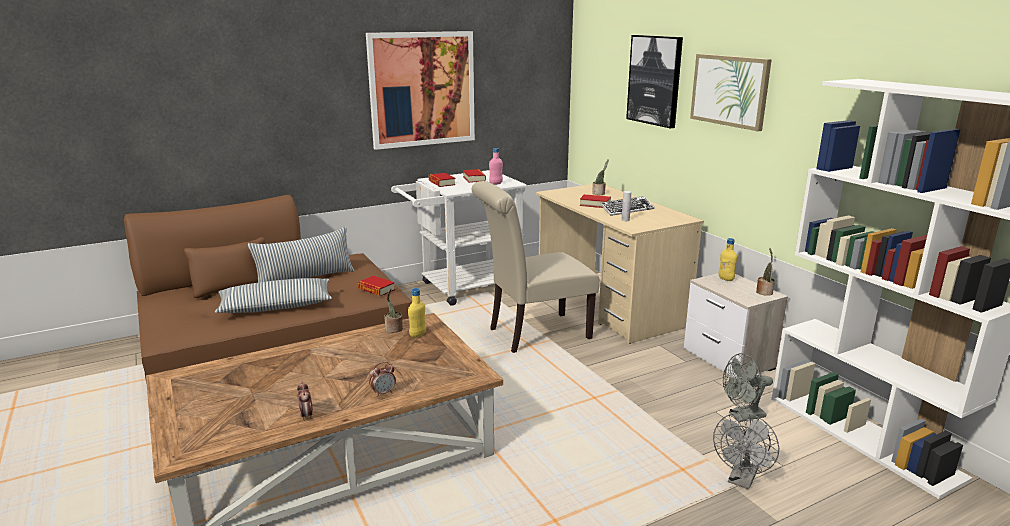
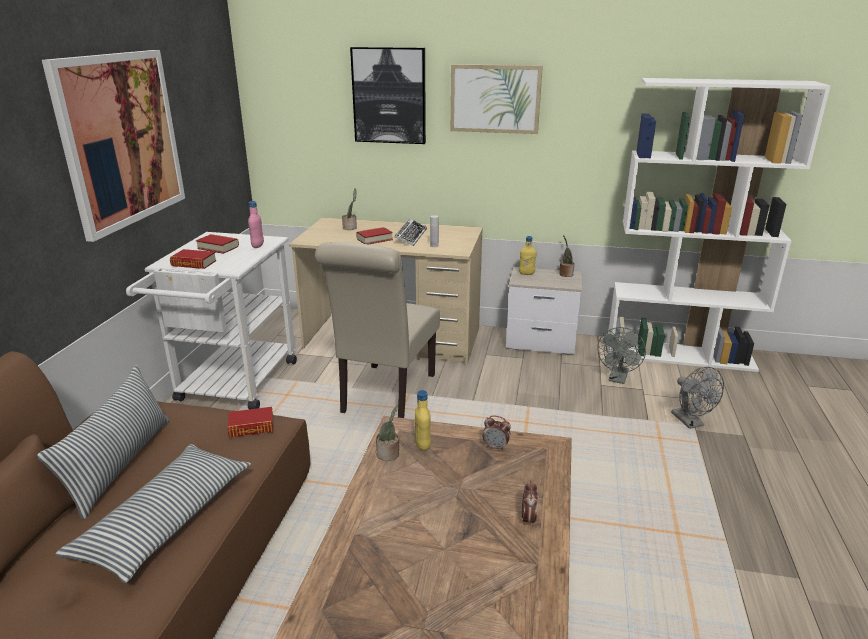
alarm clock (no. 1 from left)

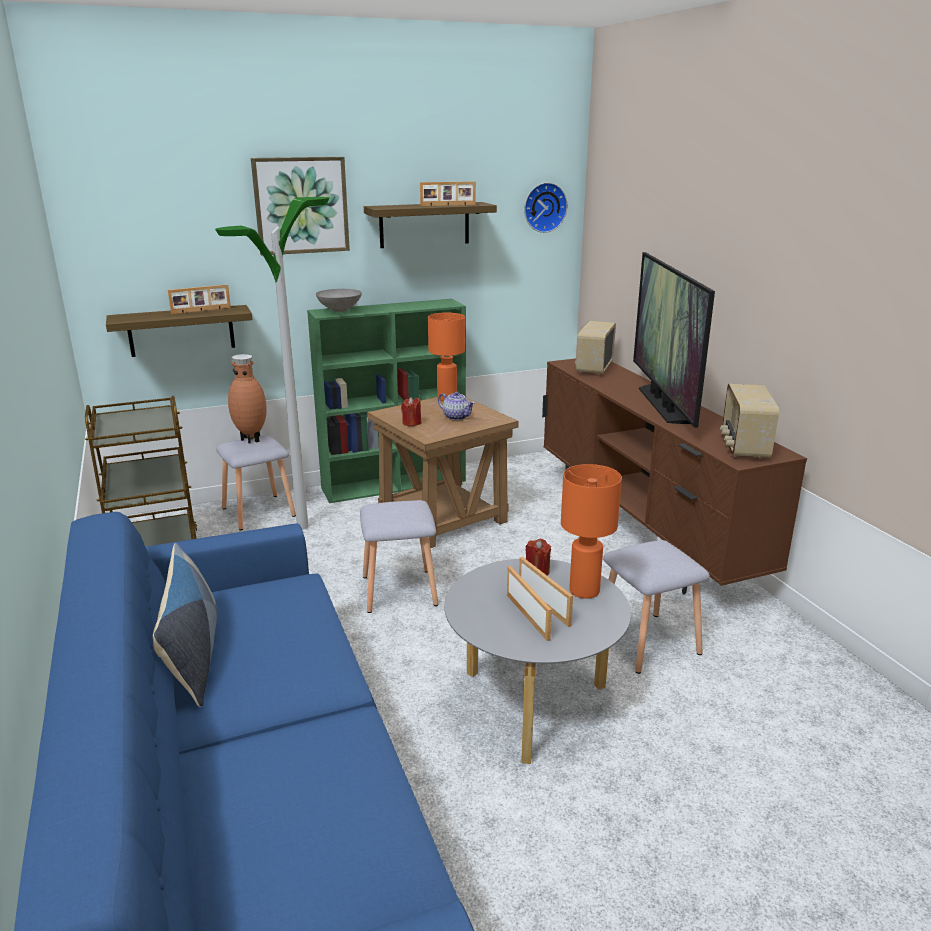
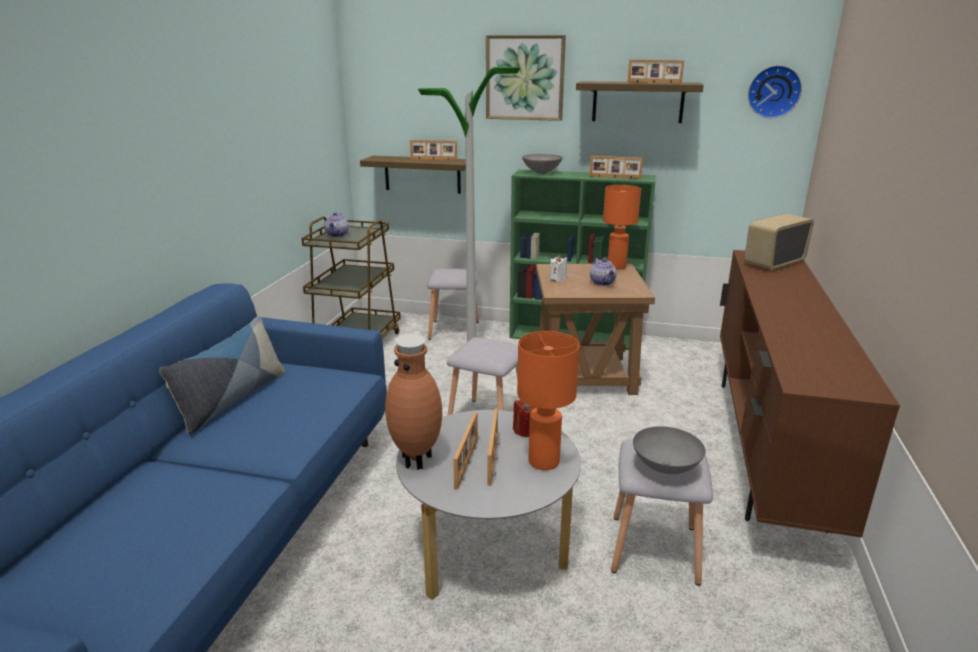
teapot (no. 1 from left)
brown vase
white candle
picture frame (no. 4 from left)
grey bowl (no. 2 from left)
television
radio (no. 2 from left in the first image)

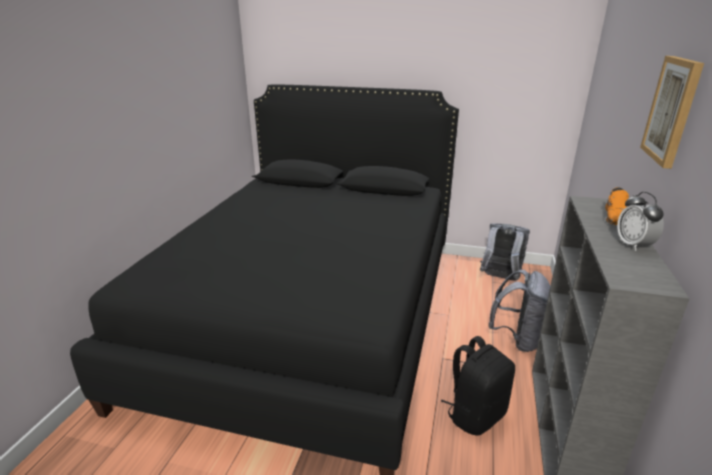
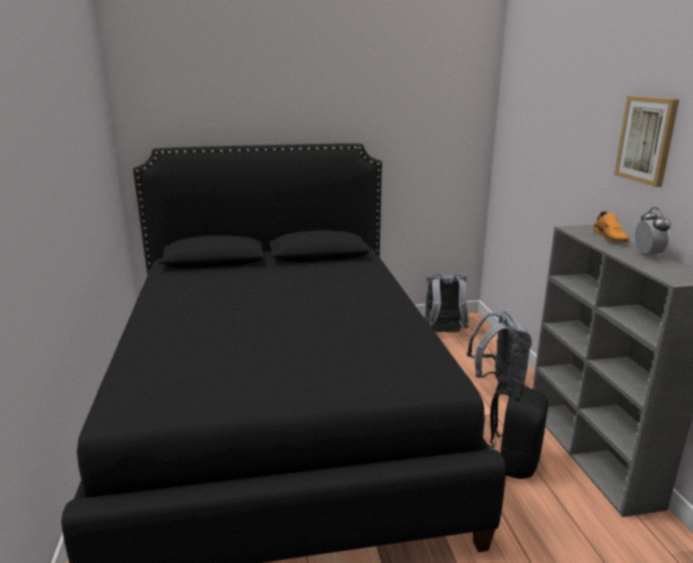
alarm clock

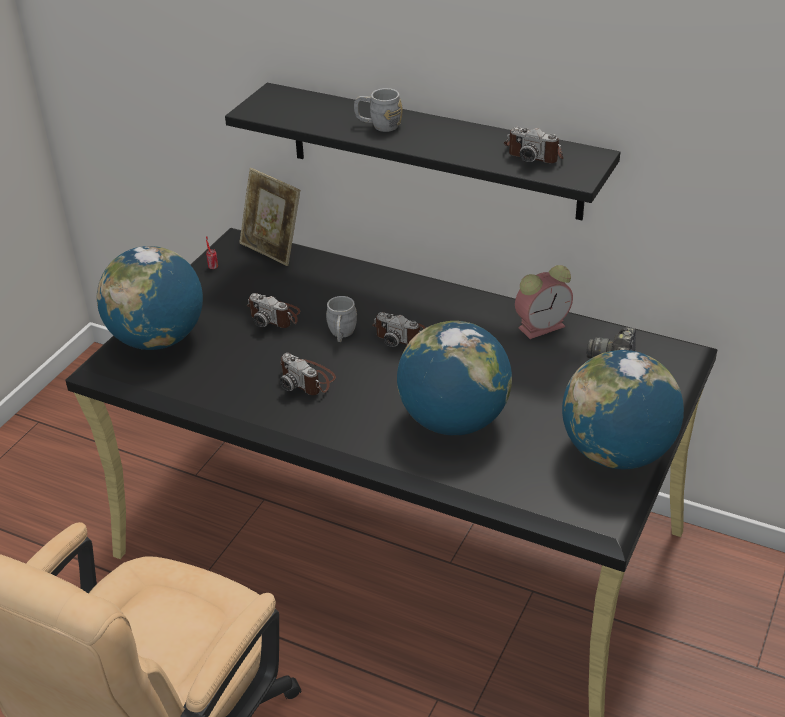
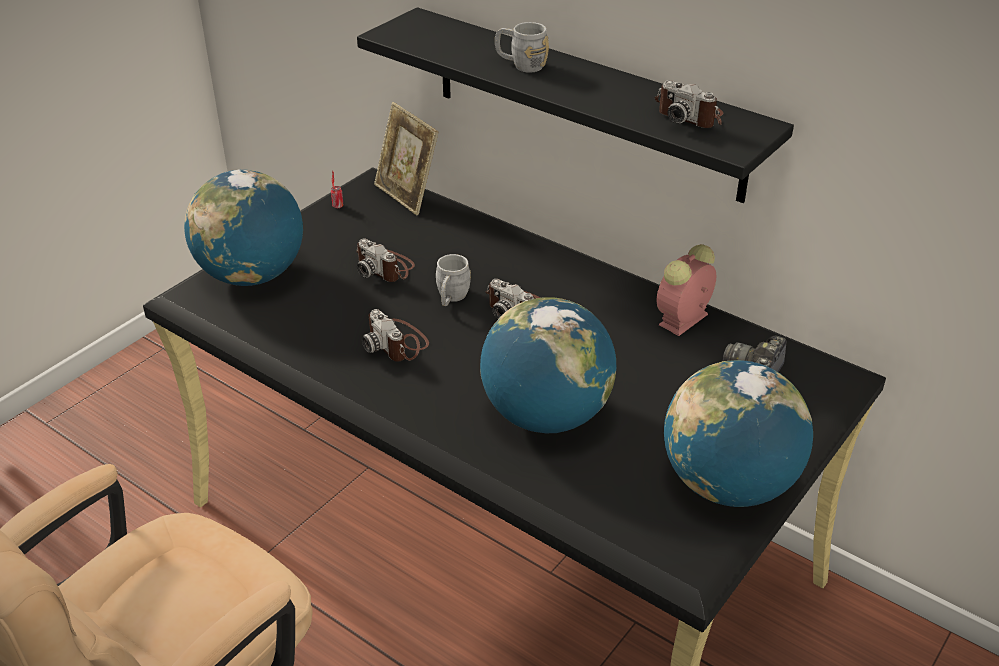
alarm clock

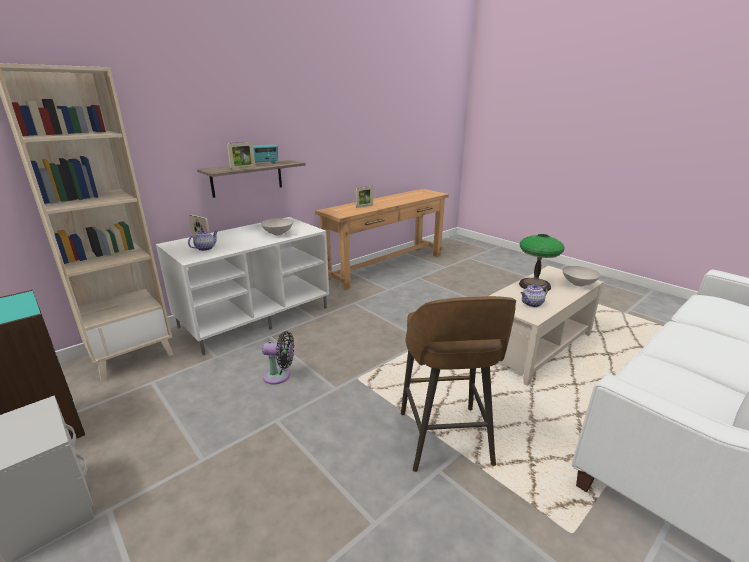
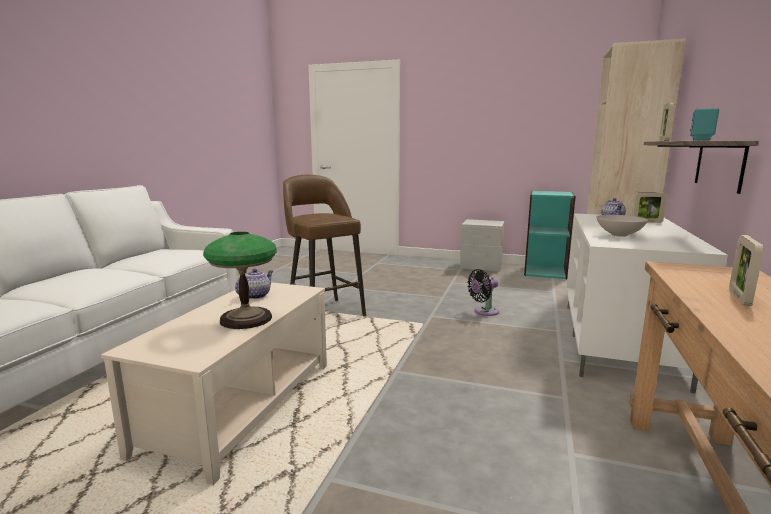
white bowl (no. 2 from left in the first image)

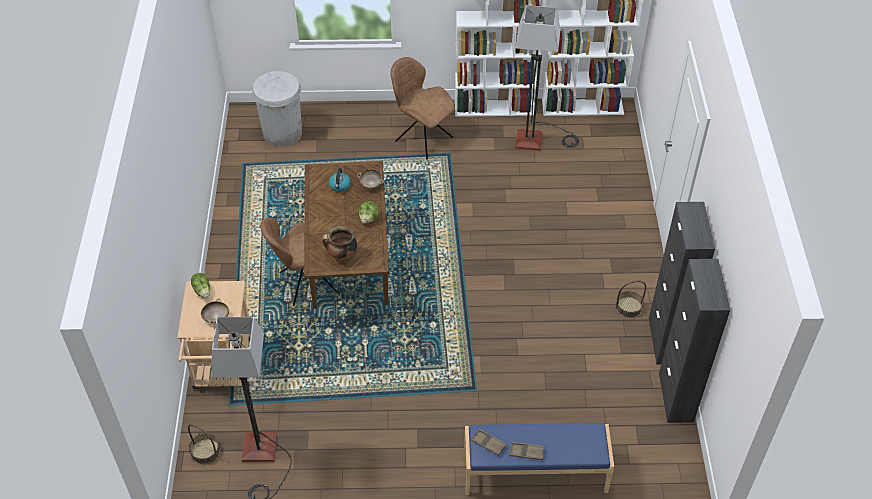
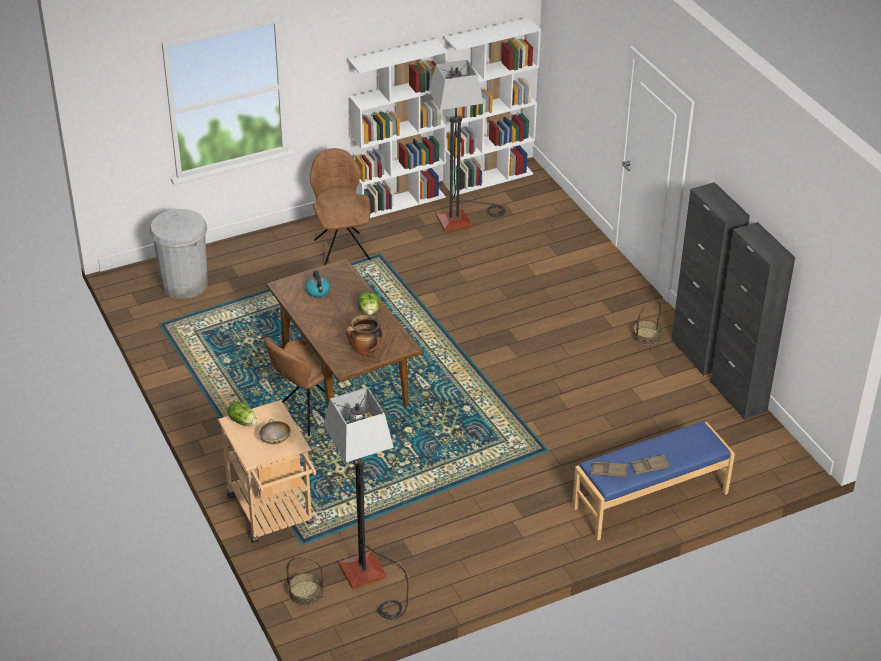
brown chair (no. 2 from left)
beige bowl (no. 2 from left in the first image)

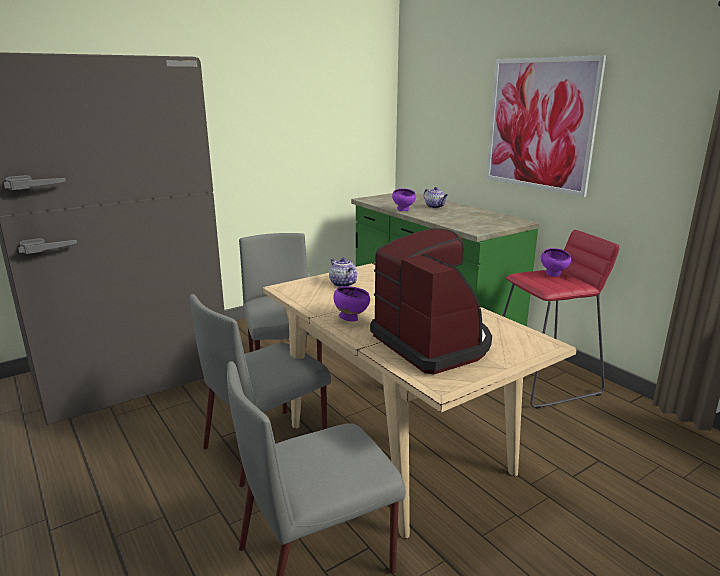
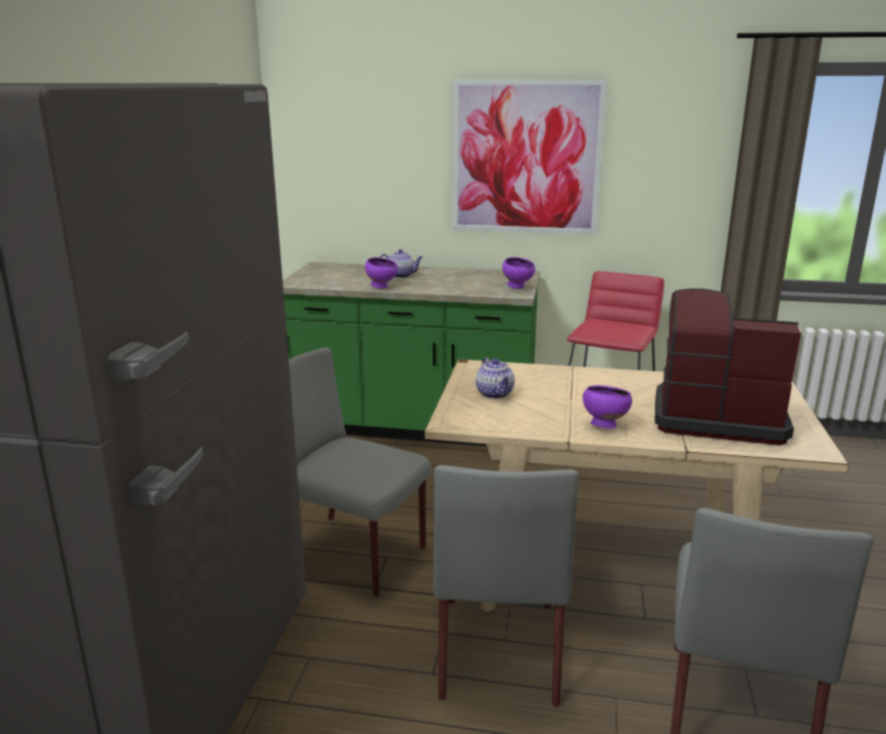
teapot (no. 2 from left)
purple bowl (no. 2 from left)

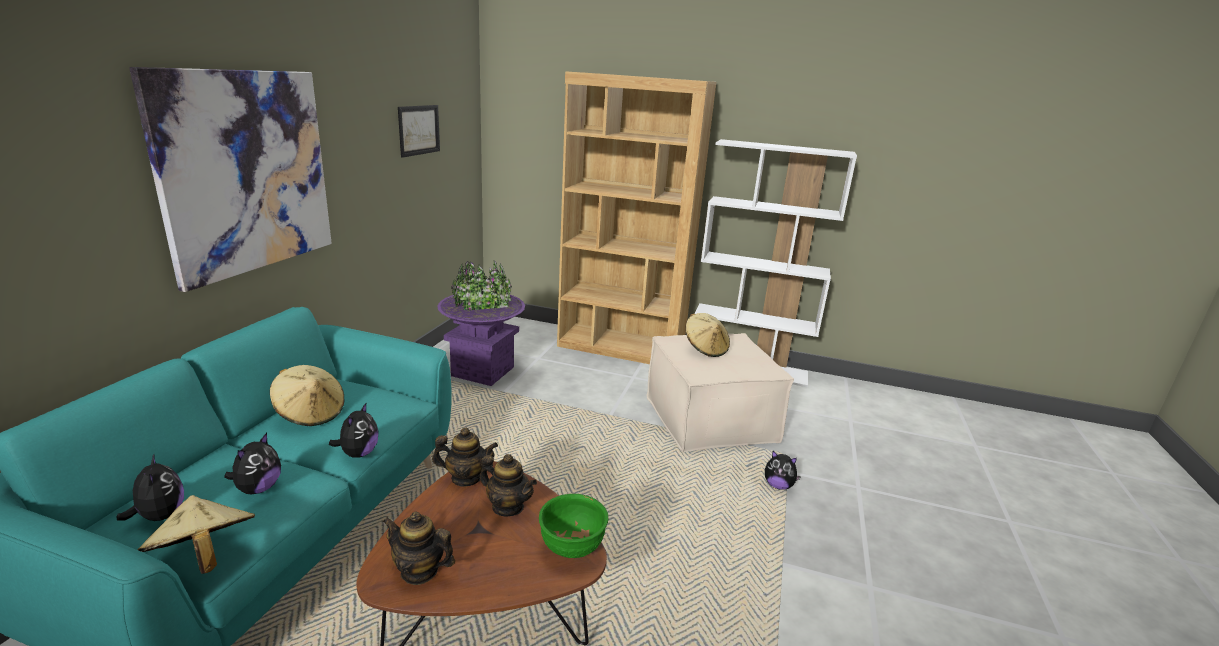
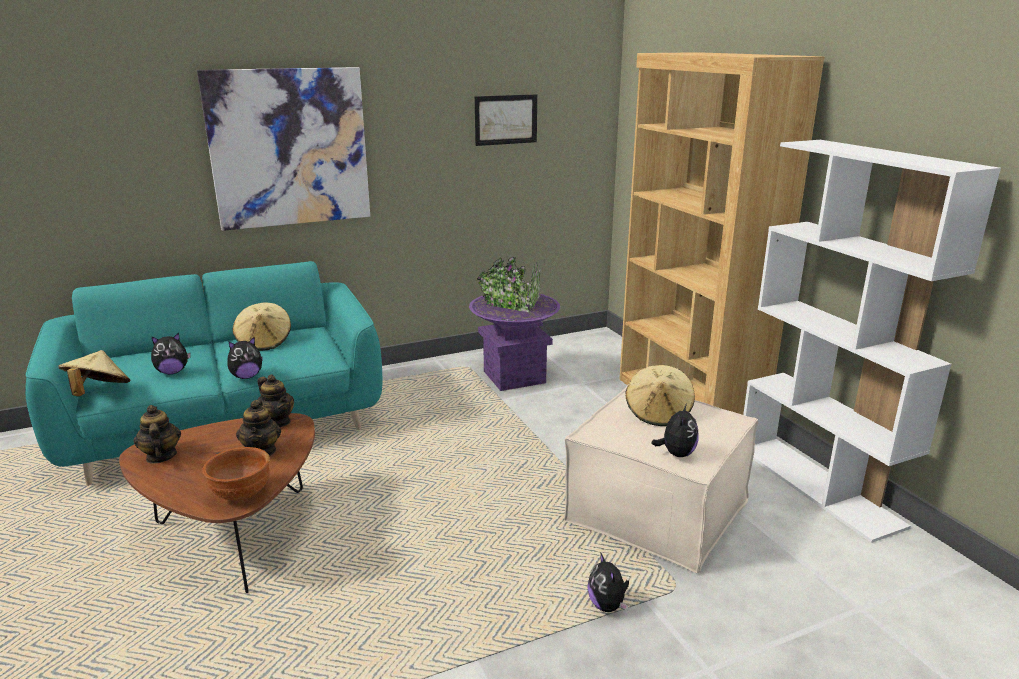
brown bowl
plush toy (no. 4 from left)

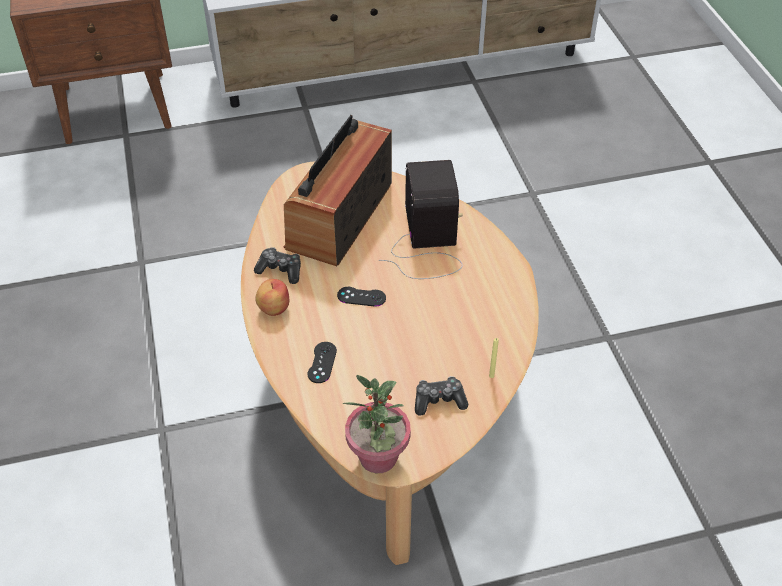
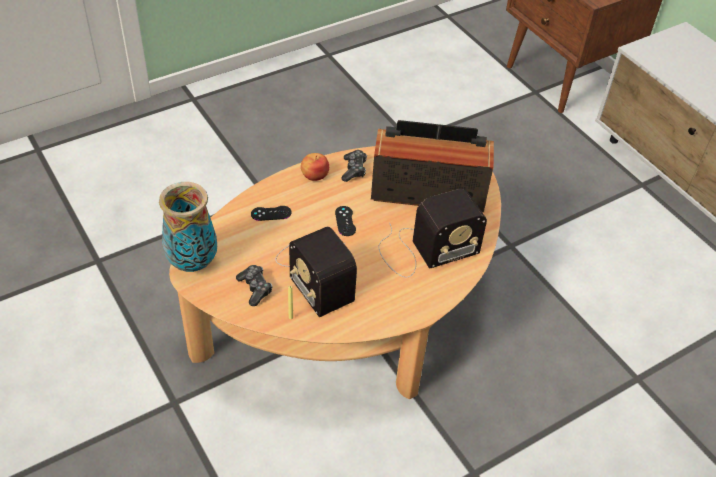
vase
radio (no. 1 from left)

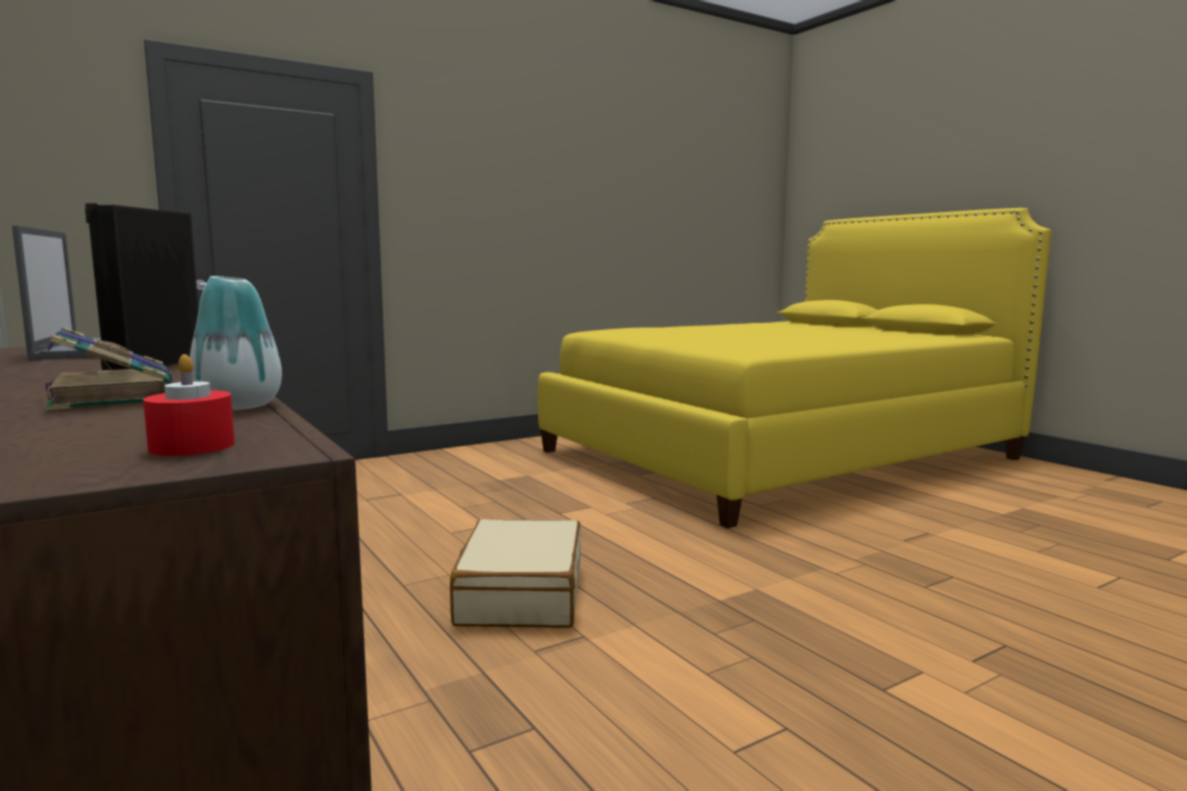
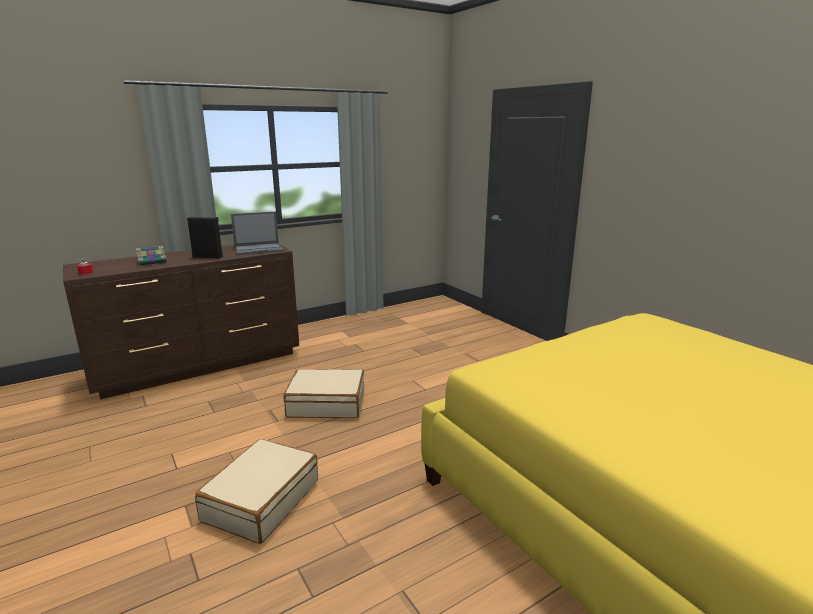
beige suitcase (no. 1 from left)
vase

